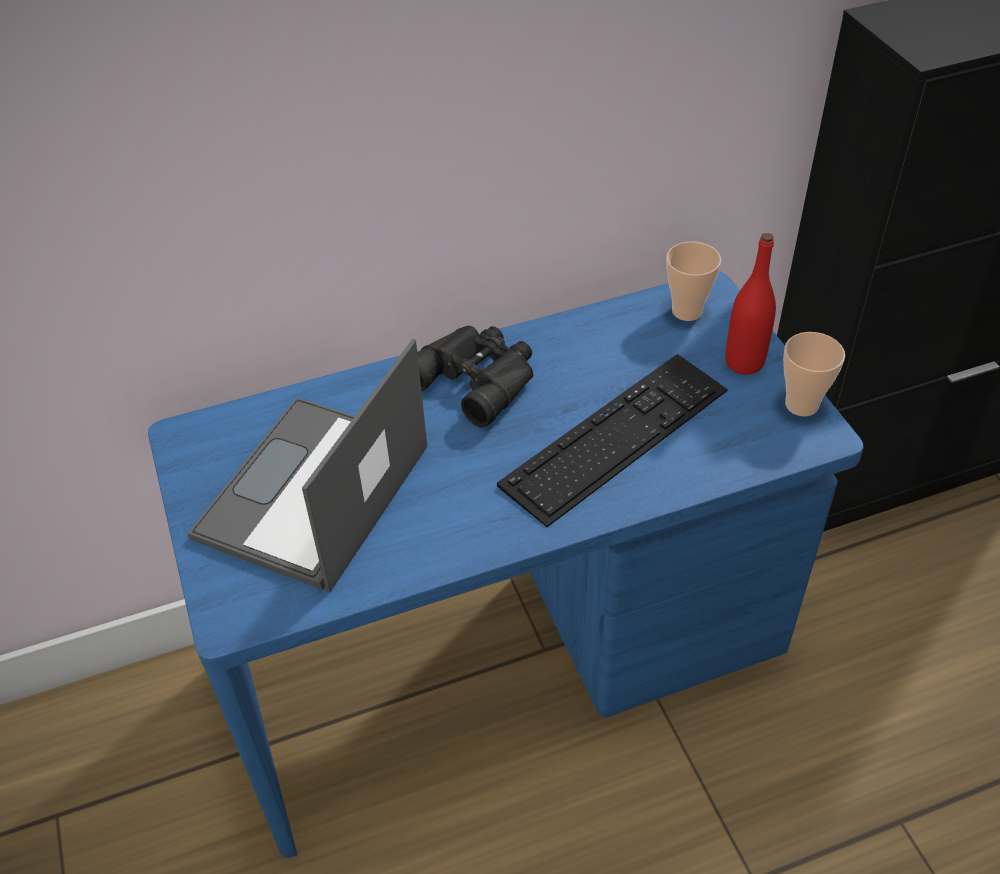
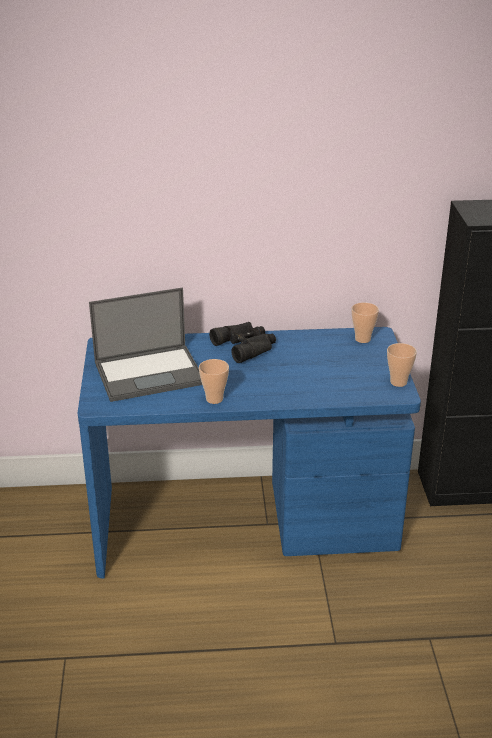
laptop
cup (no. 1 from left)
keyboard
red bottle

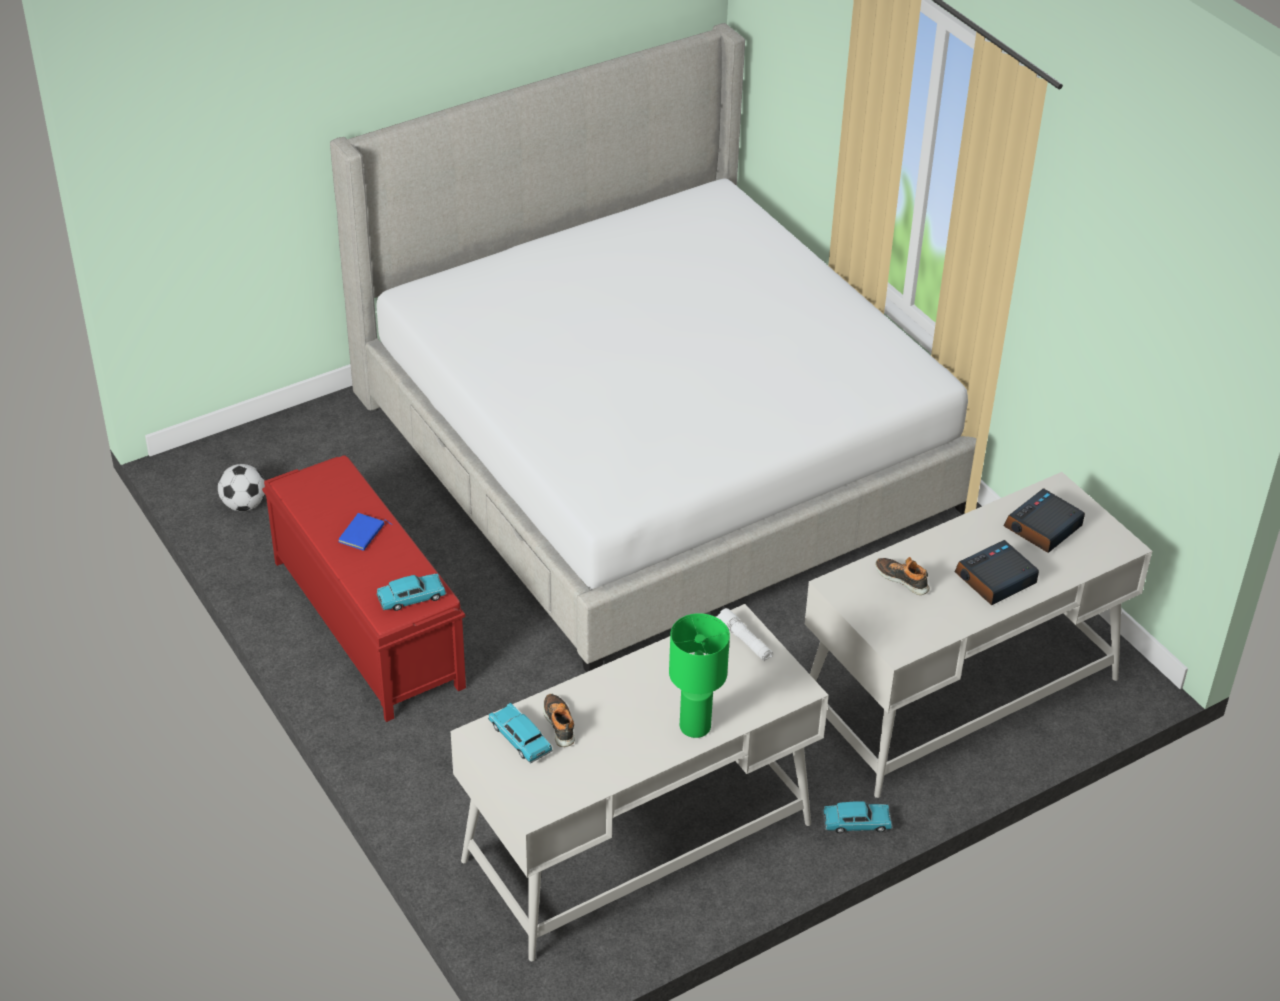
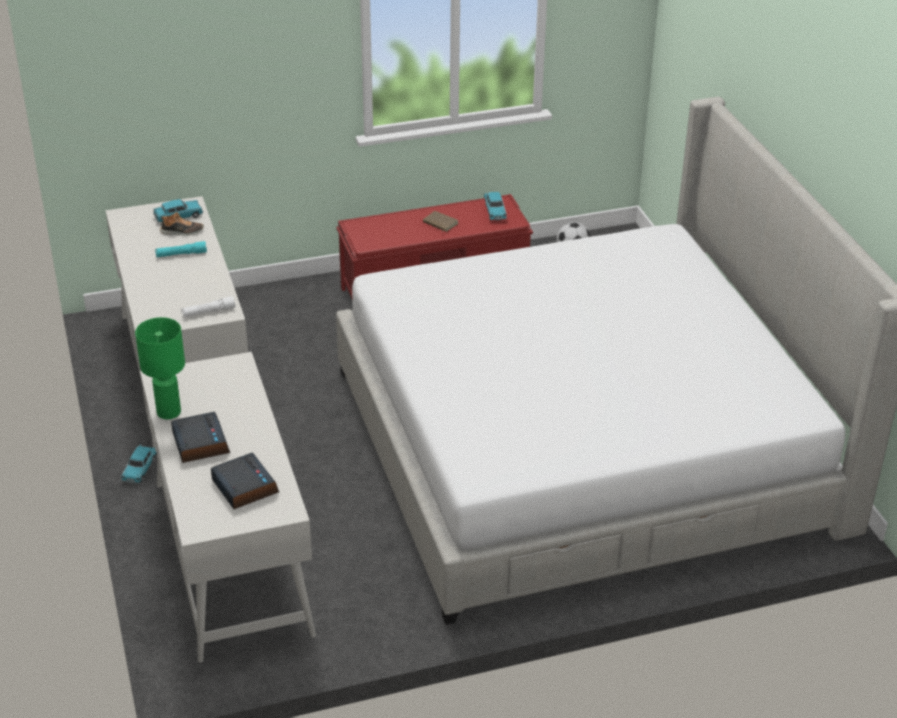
green table lamp
turquoise flashlight
brown book
turquoise toy car (no. 3 from left)
shoe (no. 2 from left in the first image)

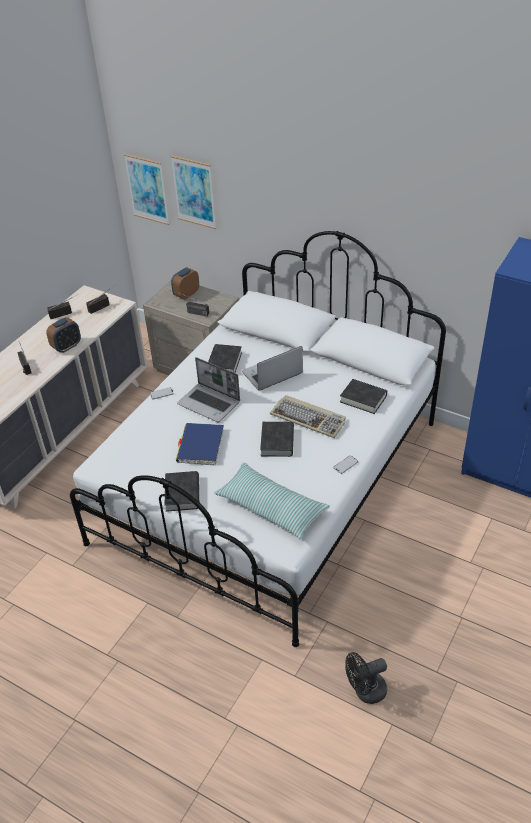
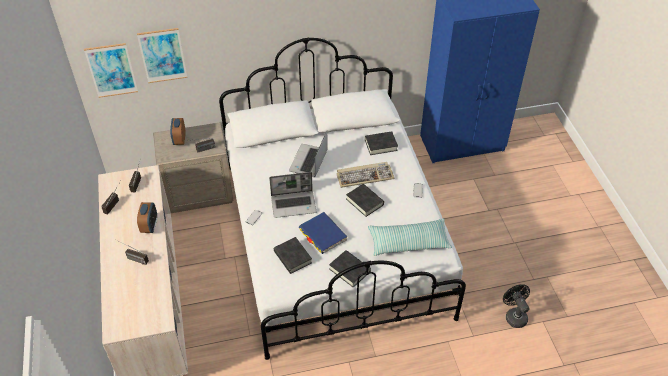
black book (no. 1 from left)
black fan

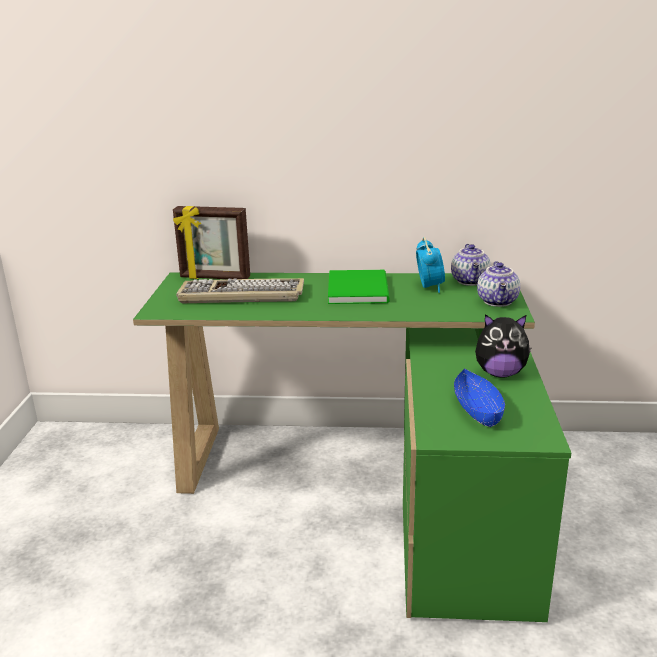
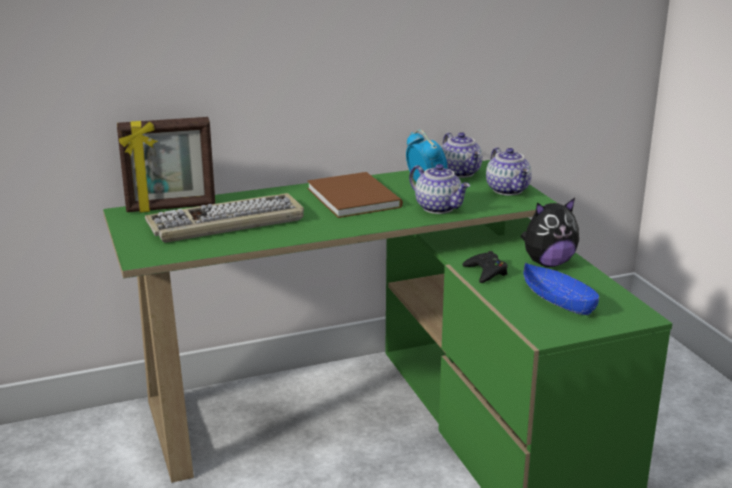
brown book
teapot (no. 1 from left)
black game controller

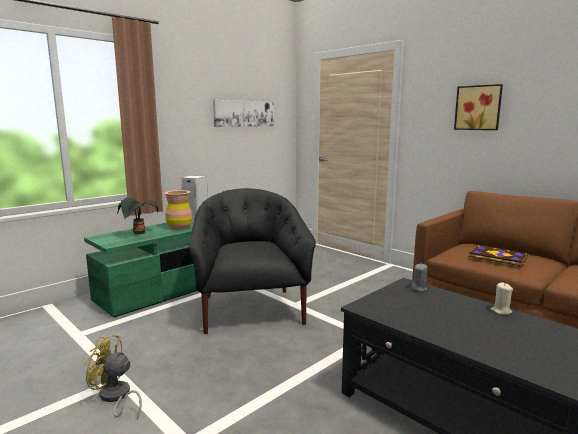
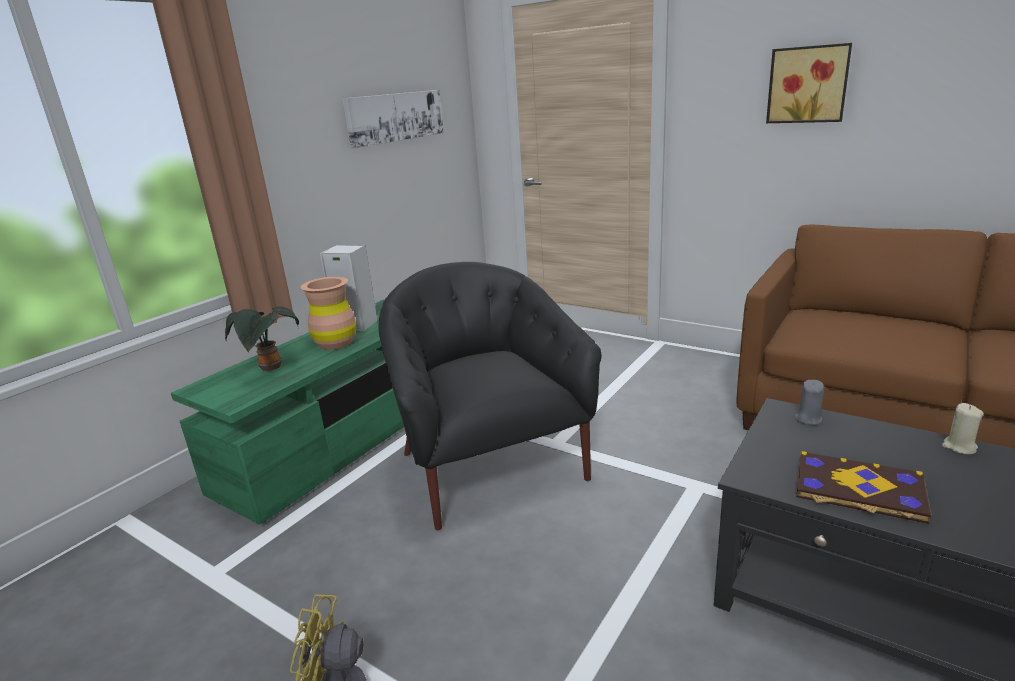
book

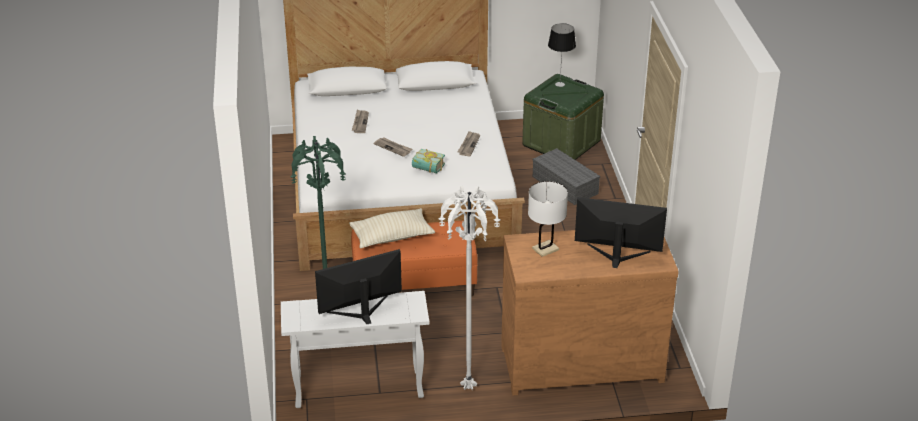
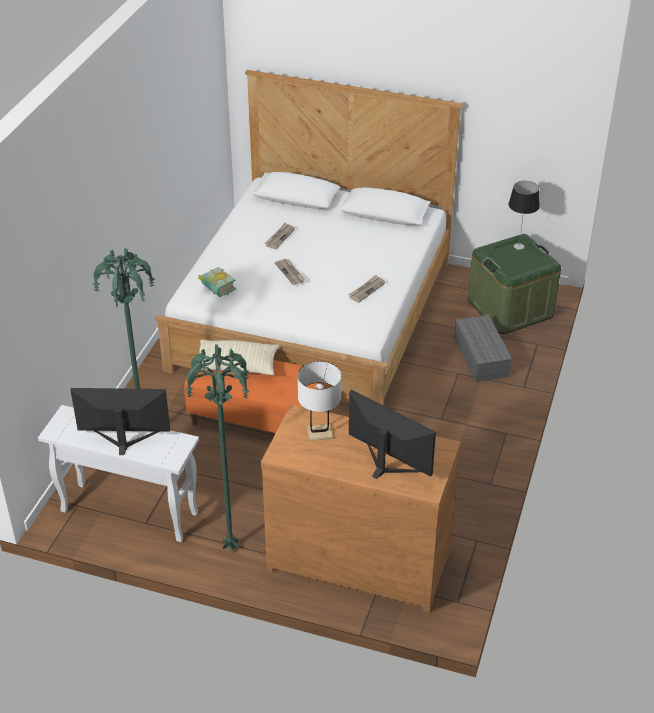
green floor lamp (no. 2 from left)
book

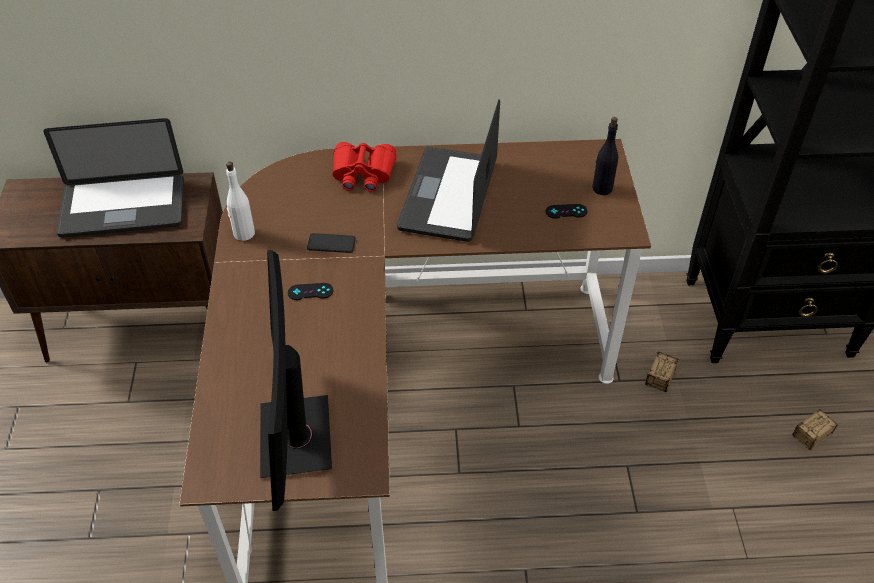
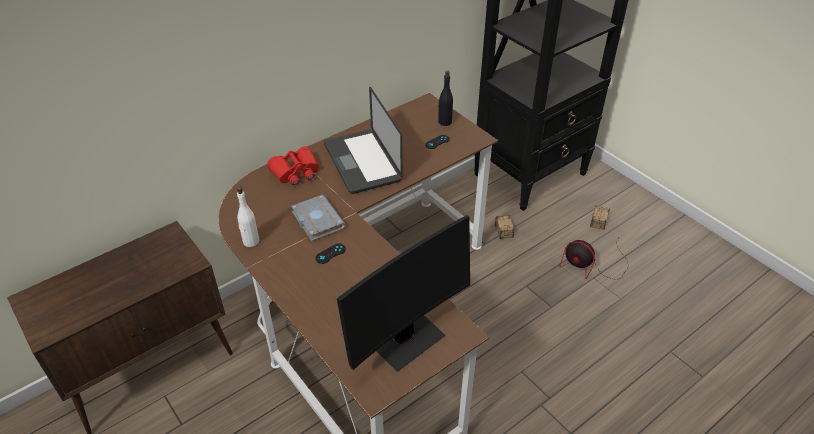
grey book
monitor
fan
laptop (no. 1 from left in the first image)

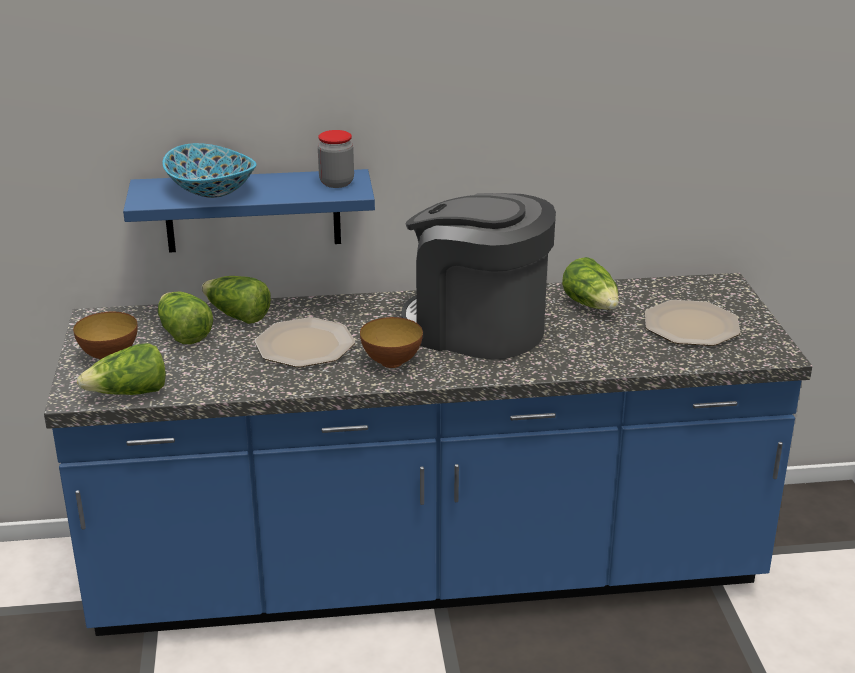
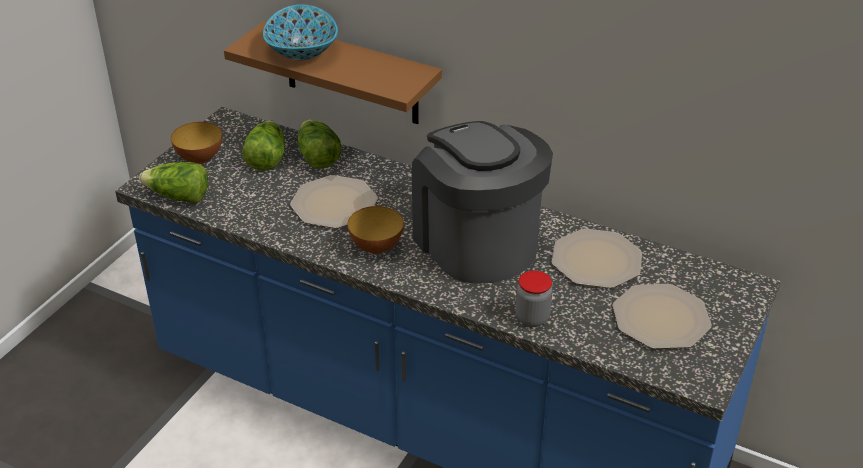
brown shelf
jar
plate (no. 2 from left)

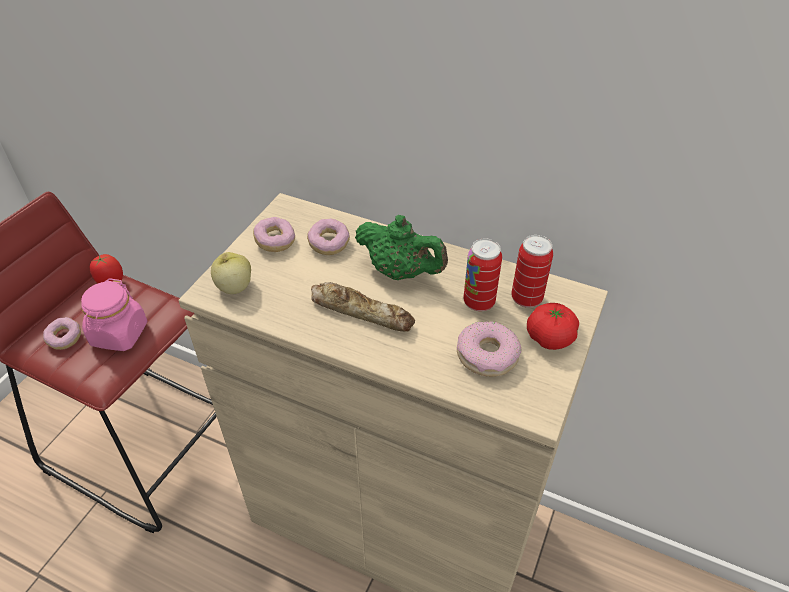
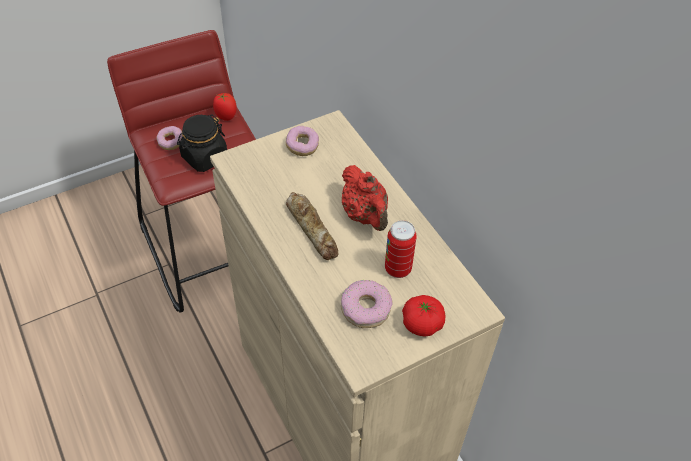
black jar
red teapot
apple
donut (no. 3 from left in the first image)
can (no. 2 from left in the first image)

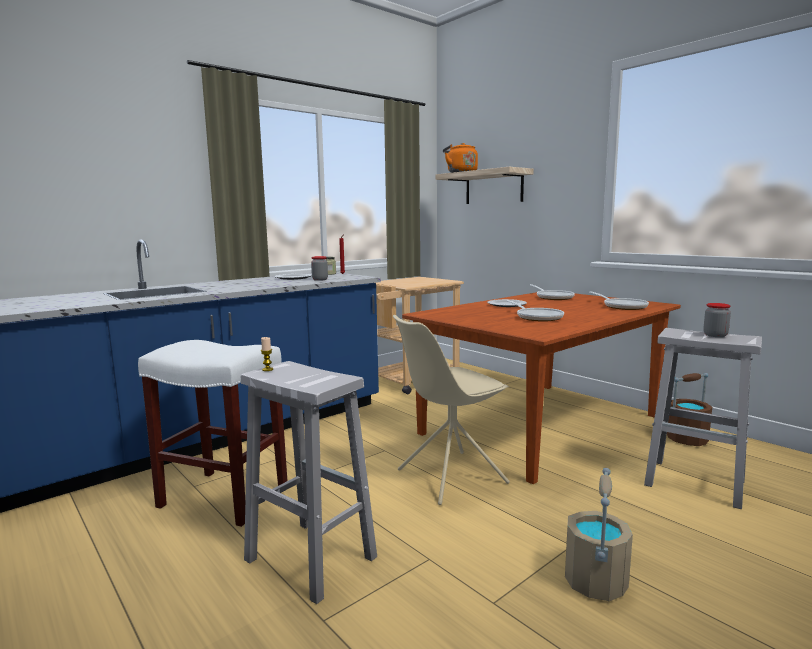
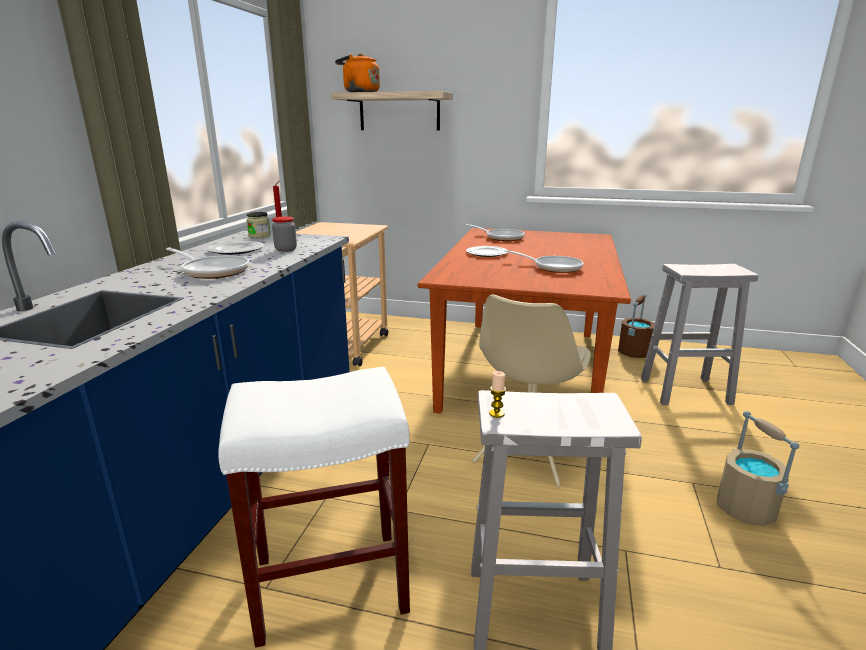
frying pan (no. 1 from left)
jar (no. 3 from left in the first image)

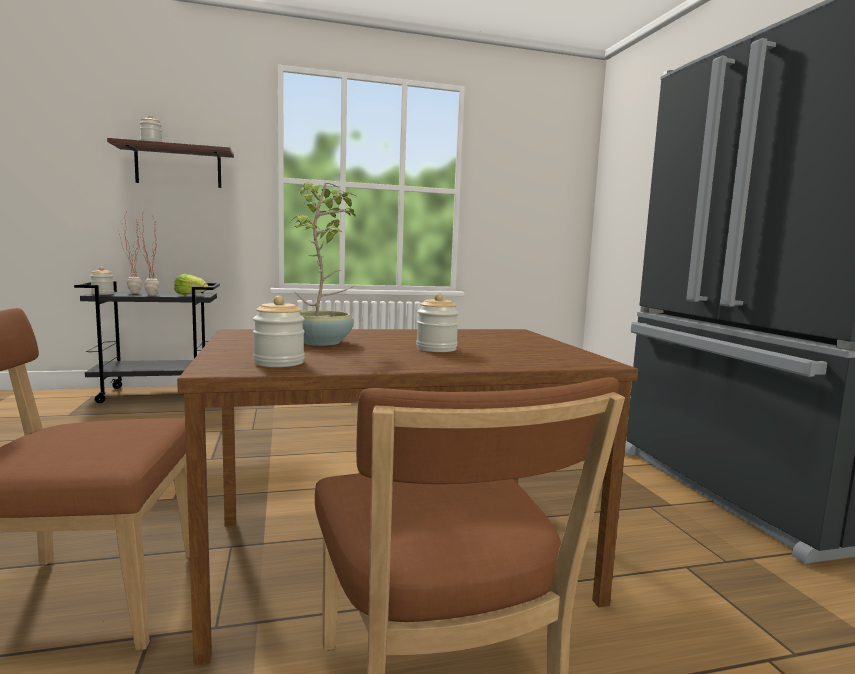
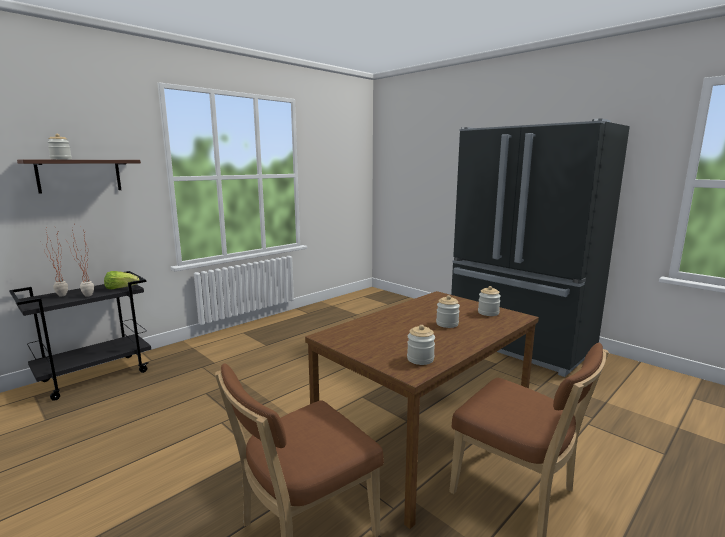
jar (no. 4 from left)
potted plant (no. 3 from left in the first image)

